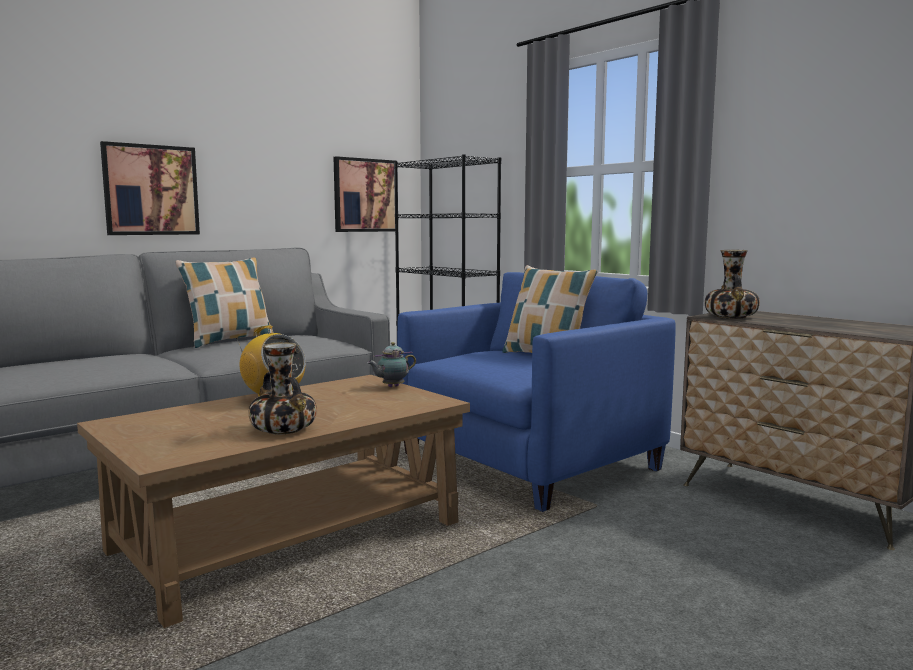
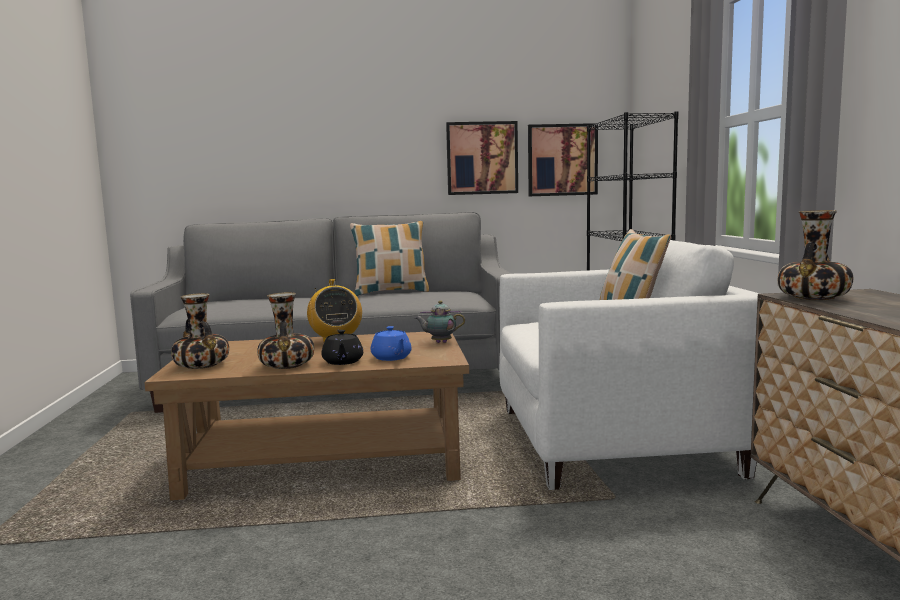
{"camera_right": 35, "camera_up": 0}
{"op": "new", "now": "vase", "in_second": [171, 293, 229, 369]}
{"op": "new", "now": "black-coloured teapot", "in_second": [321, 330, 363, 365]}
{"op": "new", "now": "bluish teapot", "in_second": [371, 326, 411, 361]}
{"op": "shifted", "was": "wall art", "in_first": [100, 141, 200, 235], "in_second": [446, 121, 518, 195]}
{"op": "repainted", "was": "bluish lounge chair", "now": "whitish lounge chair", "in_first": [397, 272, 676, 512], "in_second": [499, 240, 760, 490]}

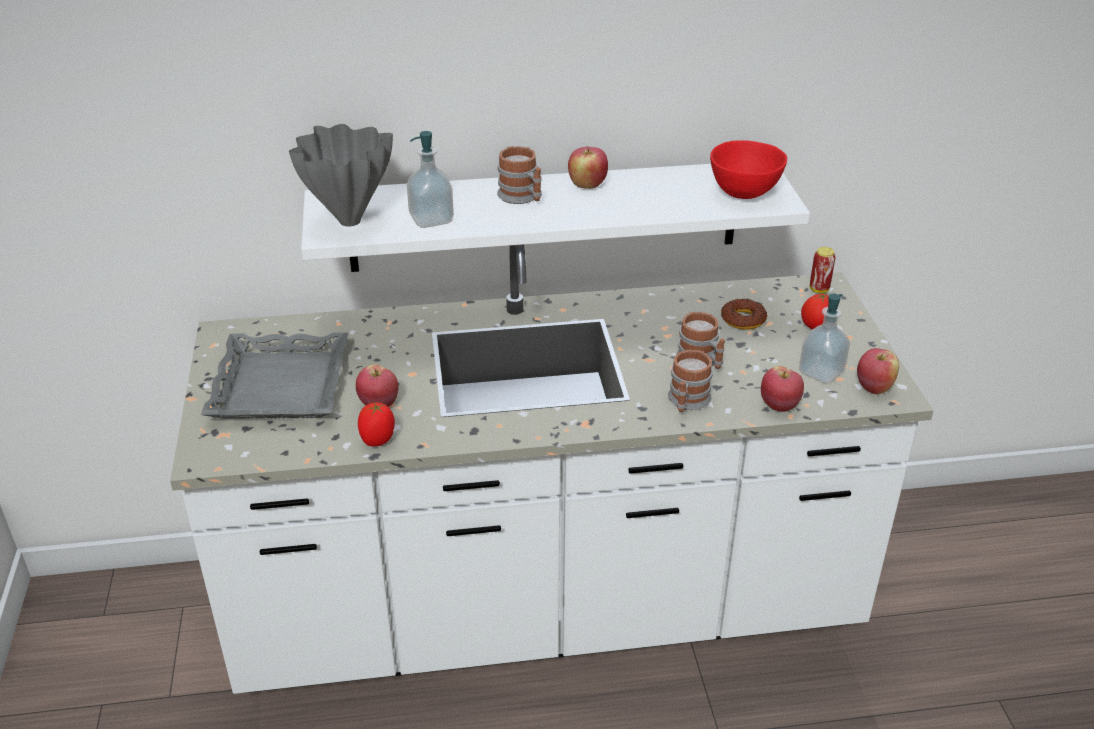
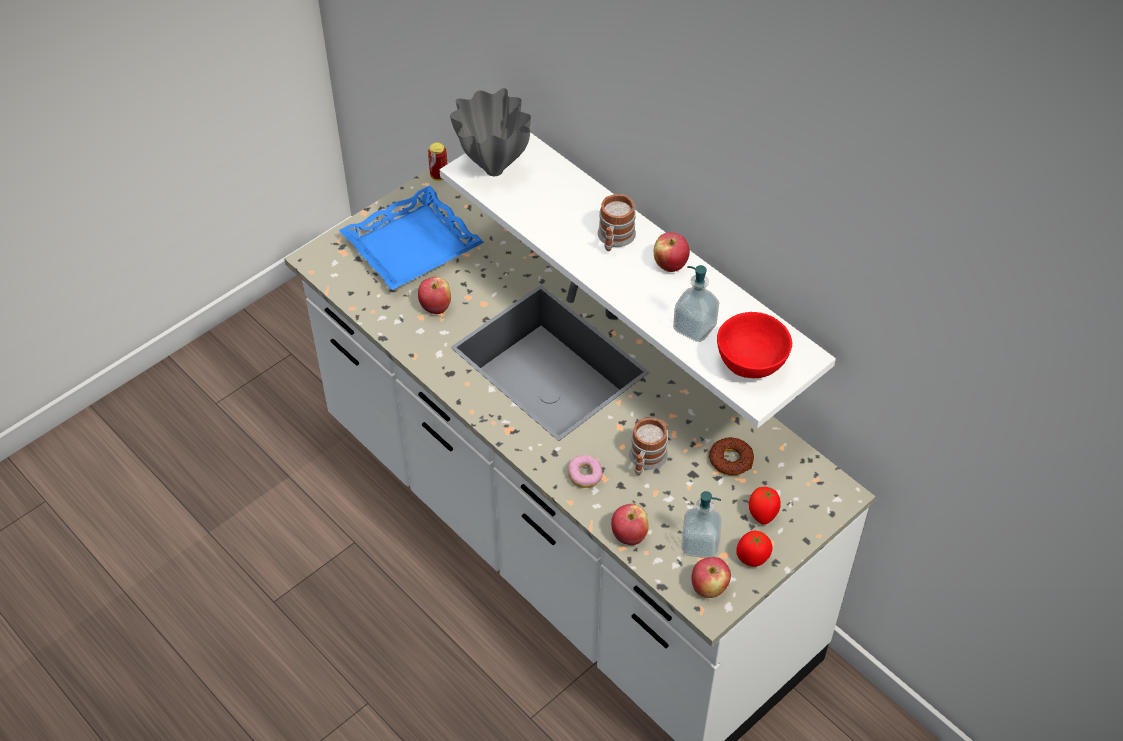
{"camera_right": 55, "camera_up": 15}
{"op": "shifted", "was": "tomato", "in_first": [358, 402, 395, 447], "in_second": [736, 531, 772, 567]}
{"op": "shifted", "was": "soap bottle", "in_first": [407, 131, 454, 228], "in_second": [673, 265, 719, 342]}
{"op": "shifted", "was": "metal can", "in_first": [810, 247, 835, 293], "in_second": [428, 143, 447, 181]}
{"op": "swapped", "was": "mug", "now": "donut", "in_first": [668, 350, 713, 412], "in_second": [568, 455, 603, 488]}
{"op": "repainted", "was": "gray tray", "now": "bluish tray", "in_first": [201, 332, 348, 419], "in_second": [339, 185, 484, 290]}

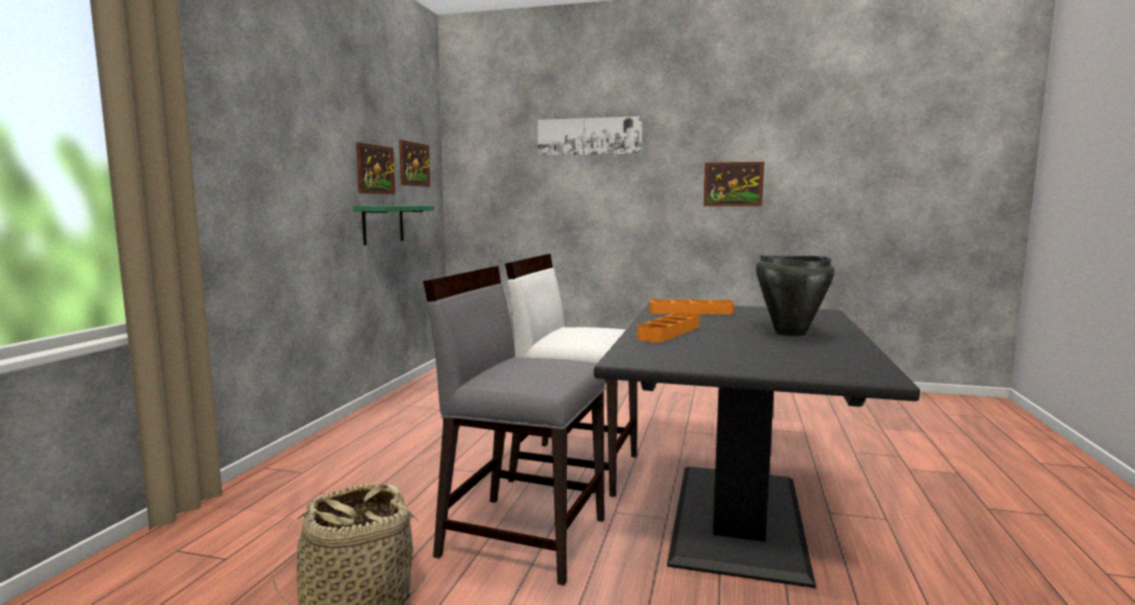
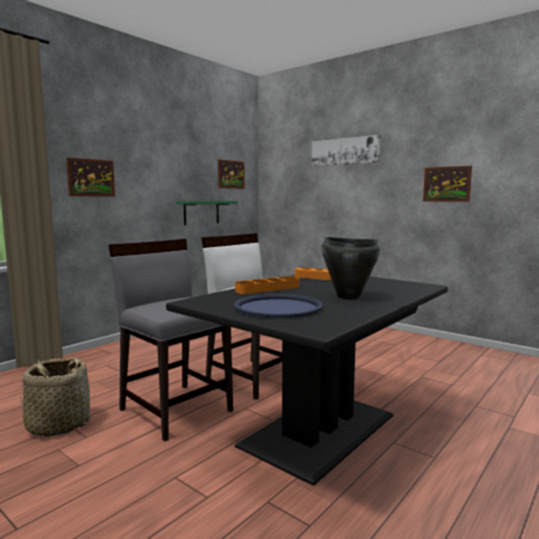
{"camera_right": 25, "camera_up": 0}
{"op": "new", "now": "bluish tray", "in_second": [234, 294, 323, 318]}
{"op": "shifted", "was": "wall art", "in_first": [356, 142, 395, 194], "in_second": [66, 157, 115, 197]}

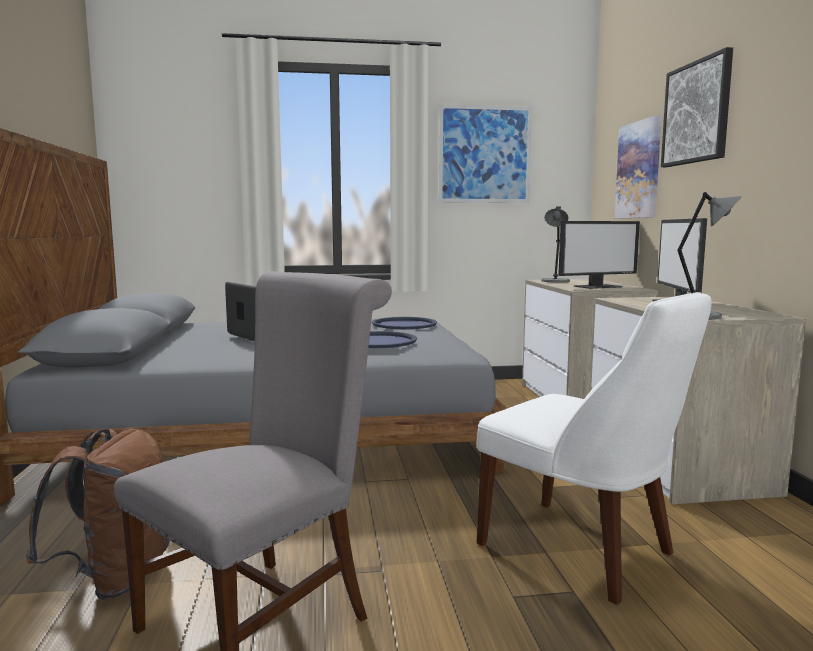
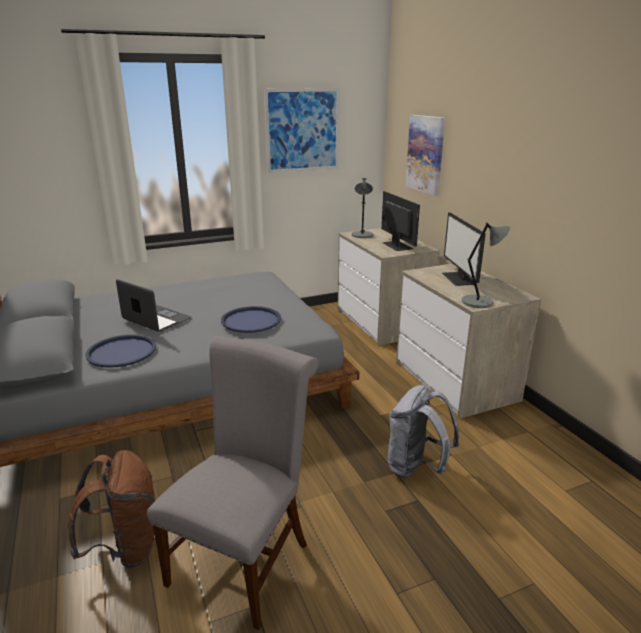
{"camera_right": -15, "camera_up": 15}
{"op": "gone", "was": "wall art", "in_first": [661, 47, 733, 167]}
{"op": "shifted", "was": "bluish tray", "in_first": [372, 317, 437, 329], "in_second": [85, 334, 156, 368]}
{"op": "swapped", "was": "whitish chair", "now": "gray rucksack", "in_first": [477, 292, 712, 605], "in_second": [387, 385, 459, 478]}
{"op": "rotated", "was": "computer screen", "in_first": [558, 221, 640, 289], "in_second": [381, 191, 420, 251], "clockwise": -75}

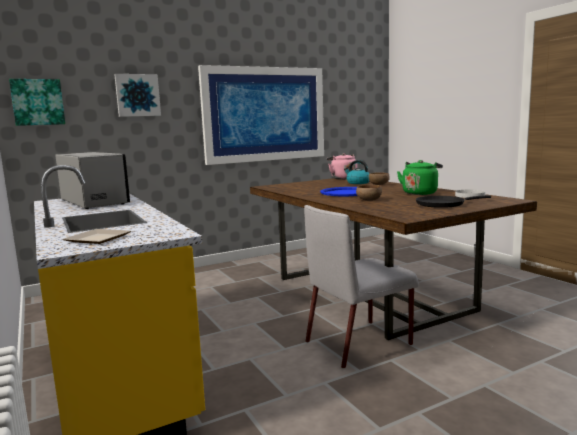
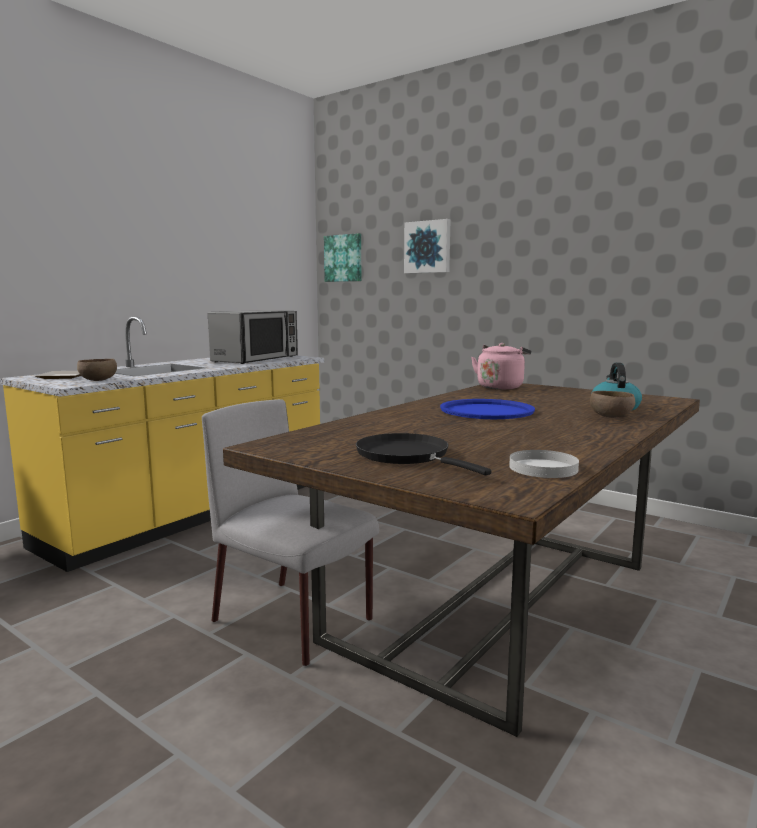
{"camera_right": 65, "camera_up": 0}
{"op": "gone", "was": "wall art", "in_first": [198, 65, 324, 165]}
{"op": "gone", "was": "green water kettle", "in_first": [397, 160, 443, 195]}
{"op": "shifted", "was": "pinkish water kettle", "in_first": [327, 153, 357, 180], "in_second": [471, 343, 531, 389]}
{"op": "shifted", "was": "brown-coloured serving bowl", "in_first": [356, 184, 382, 201], "in_second": [77, 359, 117, 381]}

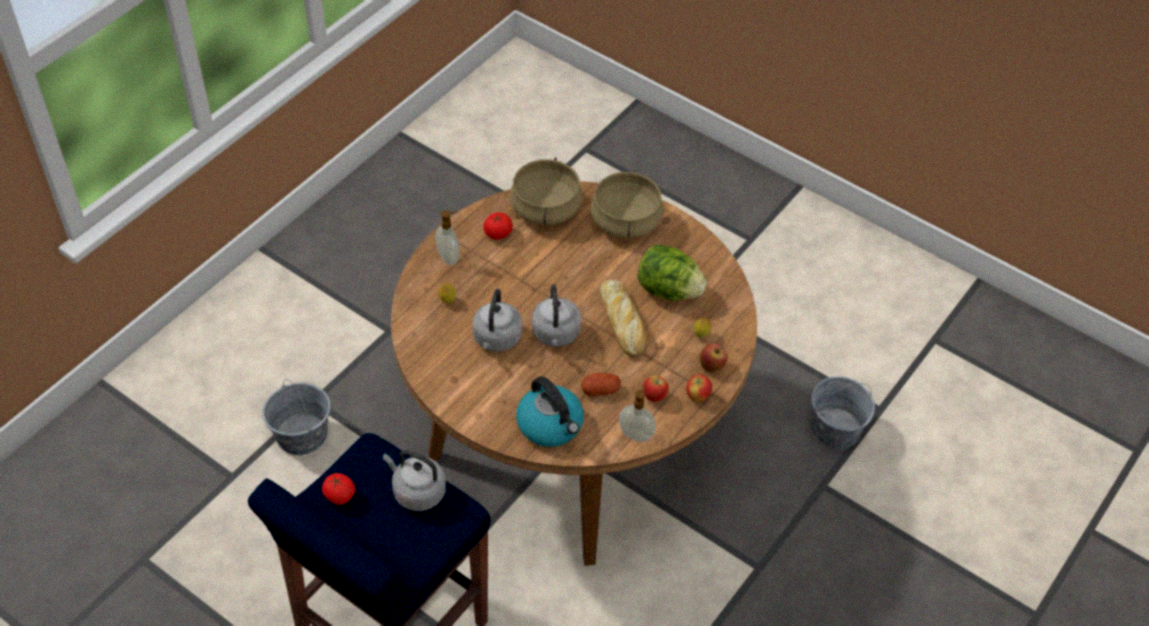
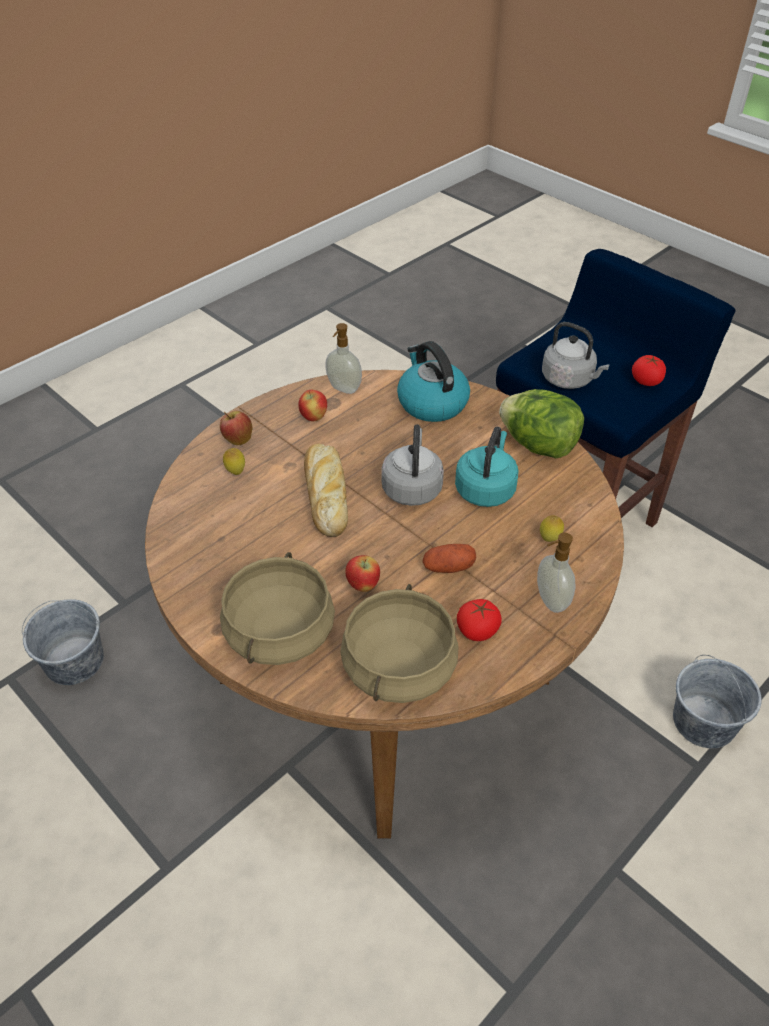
{"camera_right": -170, "camera_up": -5}
{"op": "shifted", "was": "spud", "in_first": [581, 373, 621, 396], "in_second": [423, 544, 476, 573]}
{"op": "shifted", "was": "lettuce", "in_first": [638, 244, 707, 301], "in_second": [499, 389, 584, 458]}
{"op": "shifted", "was": "apple", "in_first": [686, 374, 712, 402], "in_second": [345, 555, 380, 592]}
{"op": "repainted", "was": "gray water kettle", "now": "blue-green water kettle", "in_first": [473, 289, 522, 352], "in_second": [455, 427, 518, 507]}

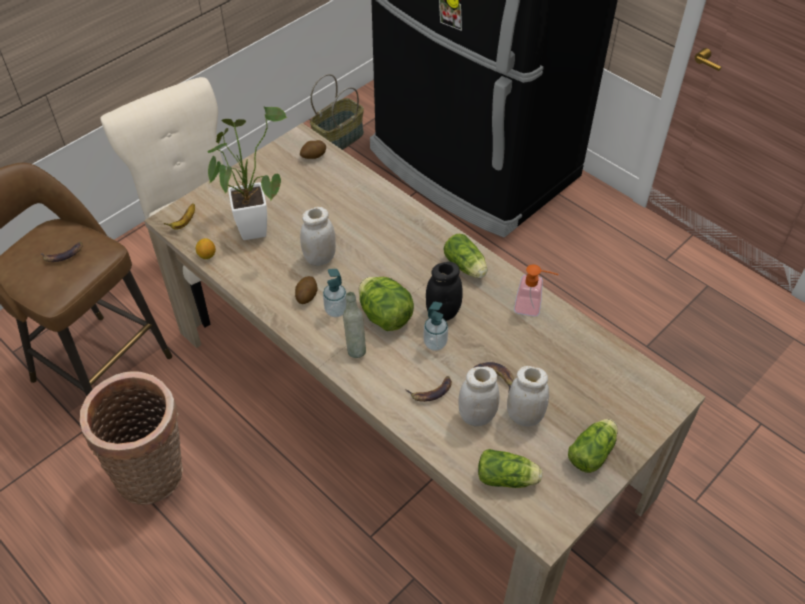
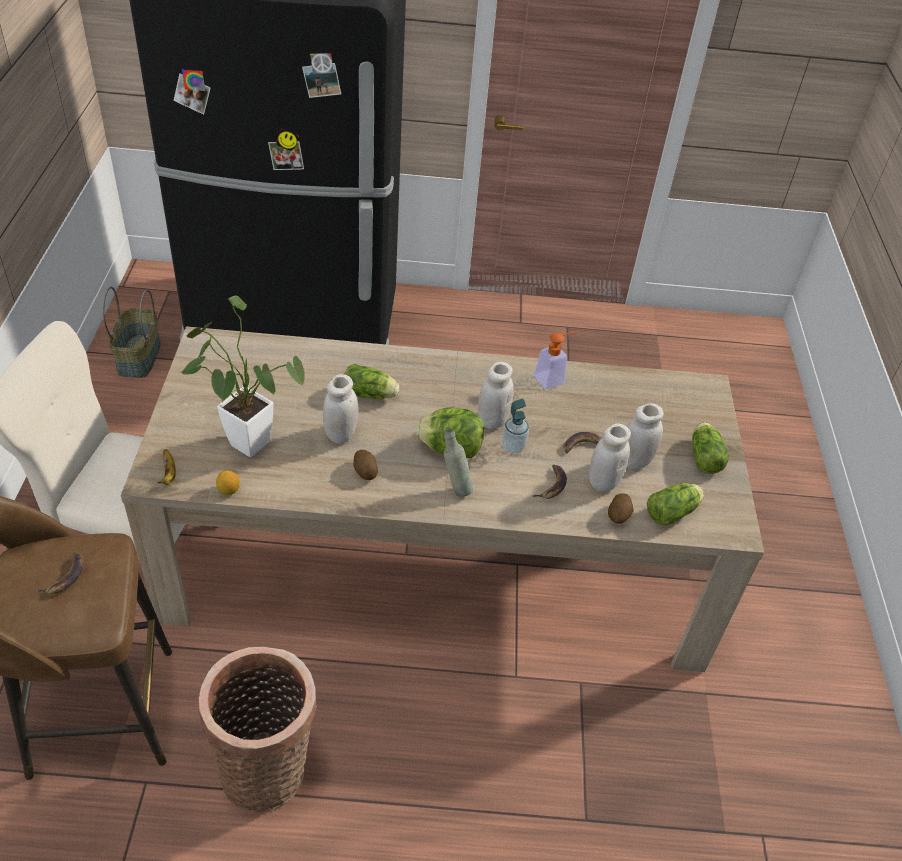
{"camera_right": -45, "camera_up": -5}
{"op": "gone", "was": "soap bottle", "in_first": [323, 269, 346, 317]}
{"op": "shifted", "was": "spud", "in_first": [300, 140, 326, 159], "in_second": [608, 493, 633, 524]}
{"op": "shifted", "was": "lettuce", "in_first": [444, 234, 487, 278], "in_second": [344, 364, 399, 399]}
{"op": "repainted", "was": "black-coloured storage jar", "now": "whitish storage jar", "in_first": [426, 262, 463, 321], "in_second": [478, 362, 514, 429]}

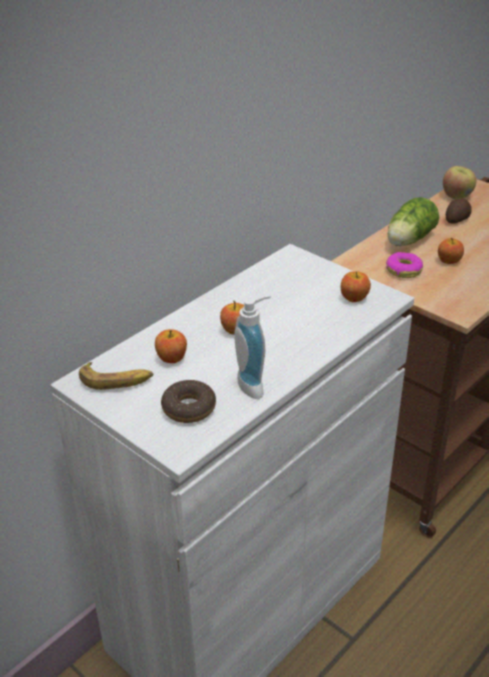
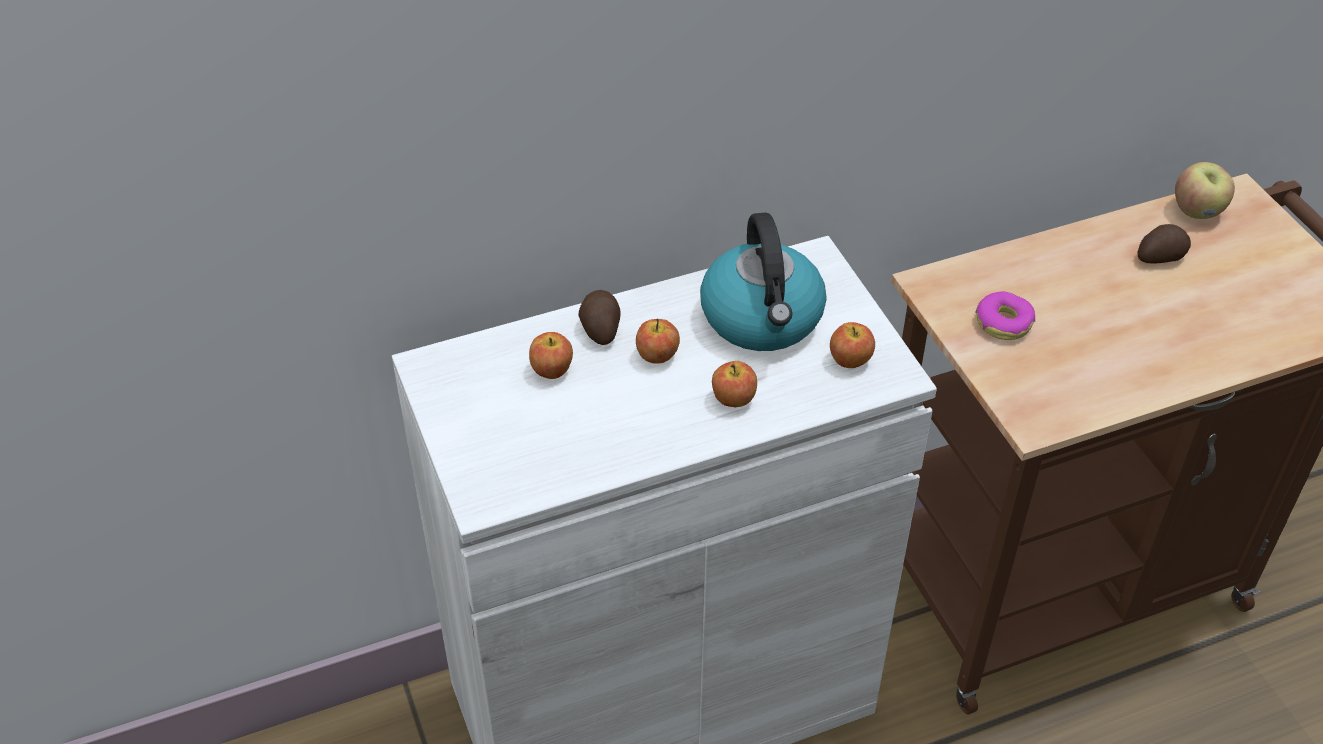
{"camera_right": 25, "camera_up": 10}
{"op": "gone", "was": "whole banana", "in_first": [79, 362, 153, 390]}
{"op": "gone", "was": "donut", "in_first": [161, 380, 216, 423]}
{"op": "gone", "was": "soap bottle", "in_first": [234, 295, 271, 399]}
{"op": "gone", "was": "lettuce", "in_first": [388, 197, 439, 246]}
{"op": "new", "now": "spud", "in_second": [579, 290, 620, 345]}
{"op": "new", "now": "water kettle", "in_second": [700, 212, 827, 351]}
{"op": "shifted", "was": "apple", "in_first": [438, 237, 464, 264], "in_second": [712, 361, 757, 407]}

